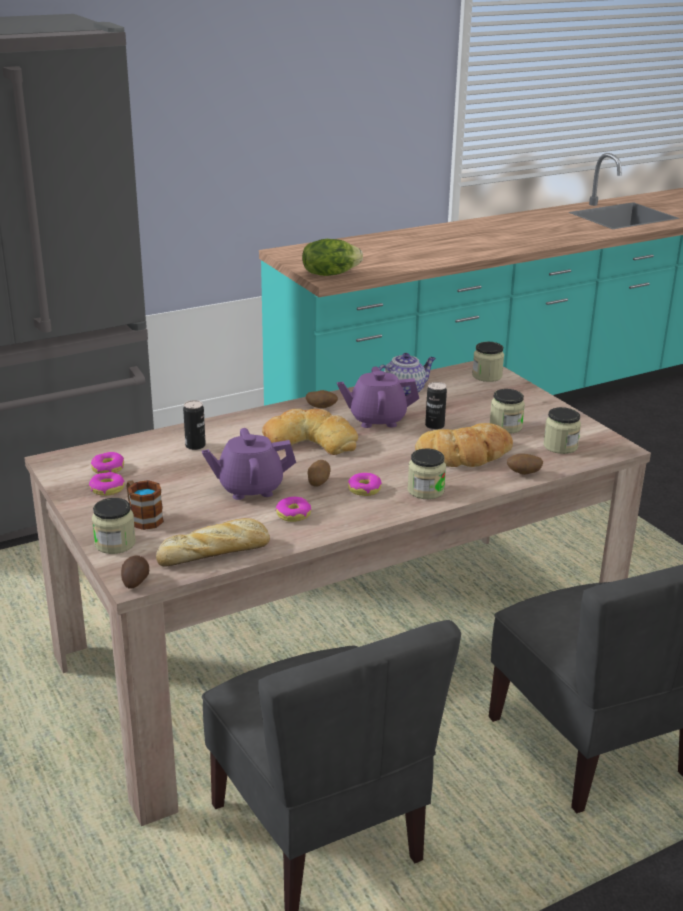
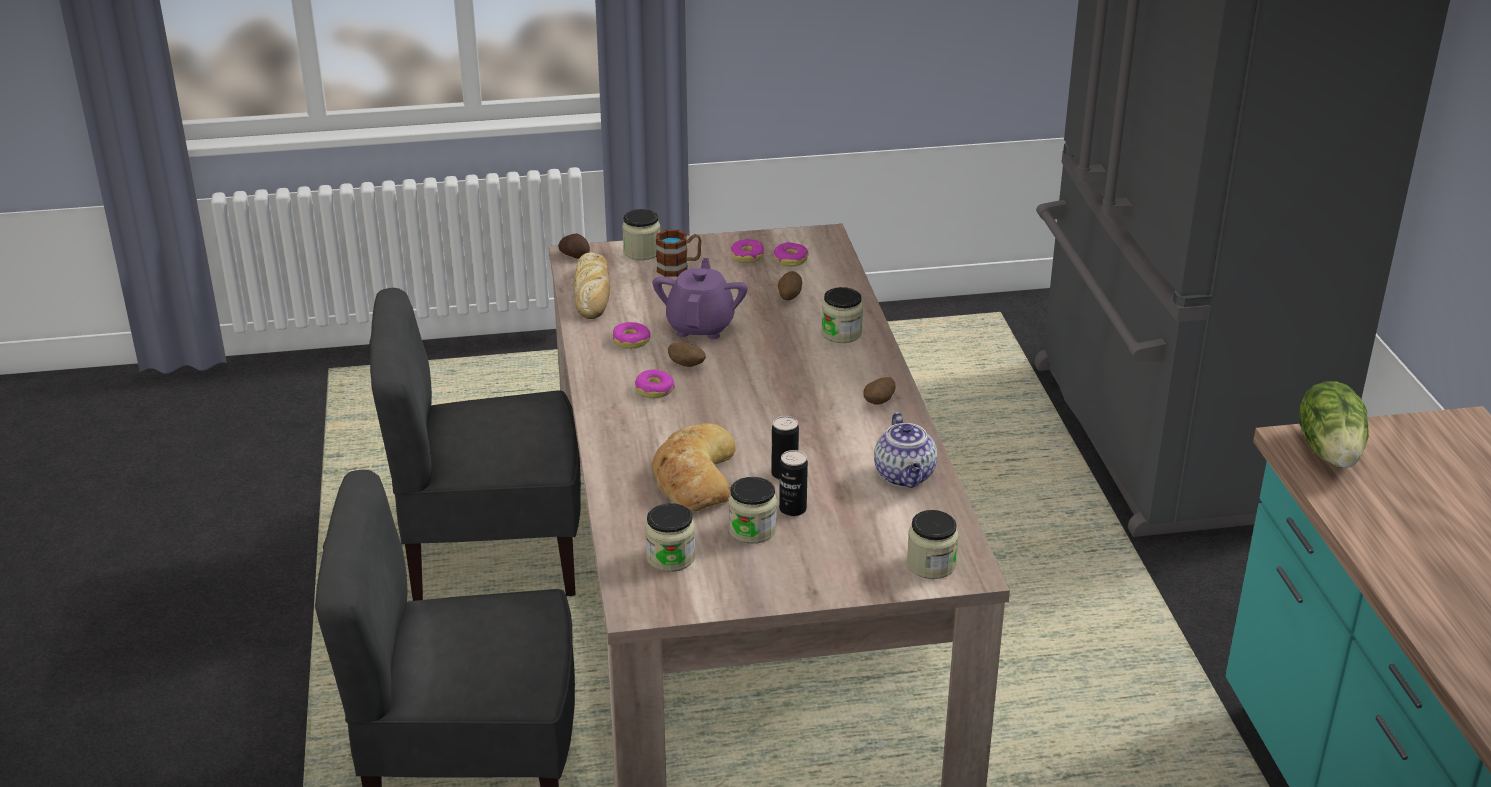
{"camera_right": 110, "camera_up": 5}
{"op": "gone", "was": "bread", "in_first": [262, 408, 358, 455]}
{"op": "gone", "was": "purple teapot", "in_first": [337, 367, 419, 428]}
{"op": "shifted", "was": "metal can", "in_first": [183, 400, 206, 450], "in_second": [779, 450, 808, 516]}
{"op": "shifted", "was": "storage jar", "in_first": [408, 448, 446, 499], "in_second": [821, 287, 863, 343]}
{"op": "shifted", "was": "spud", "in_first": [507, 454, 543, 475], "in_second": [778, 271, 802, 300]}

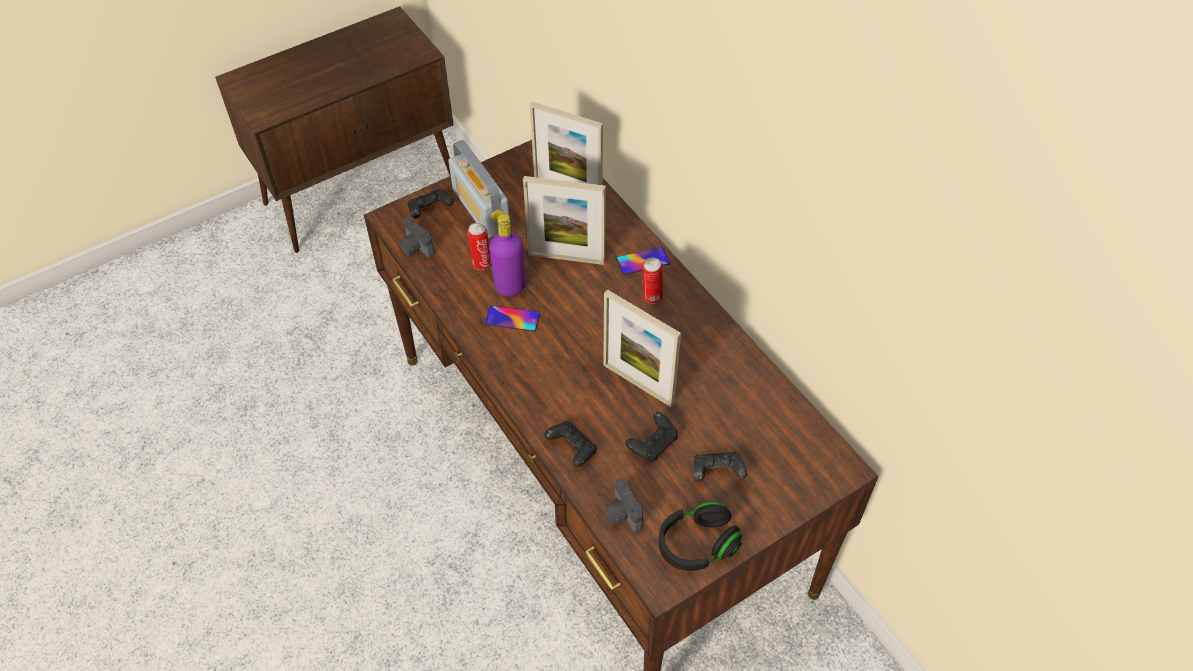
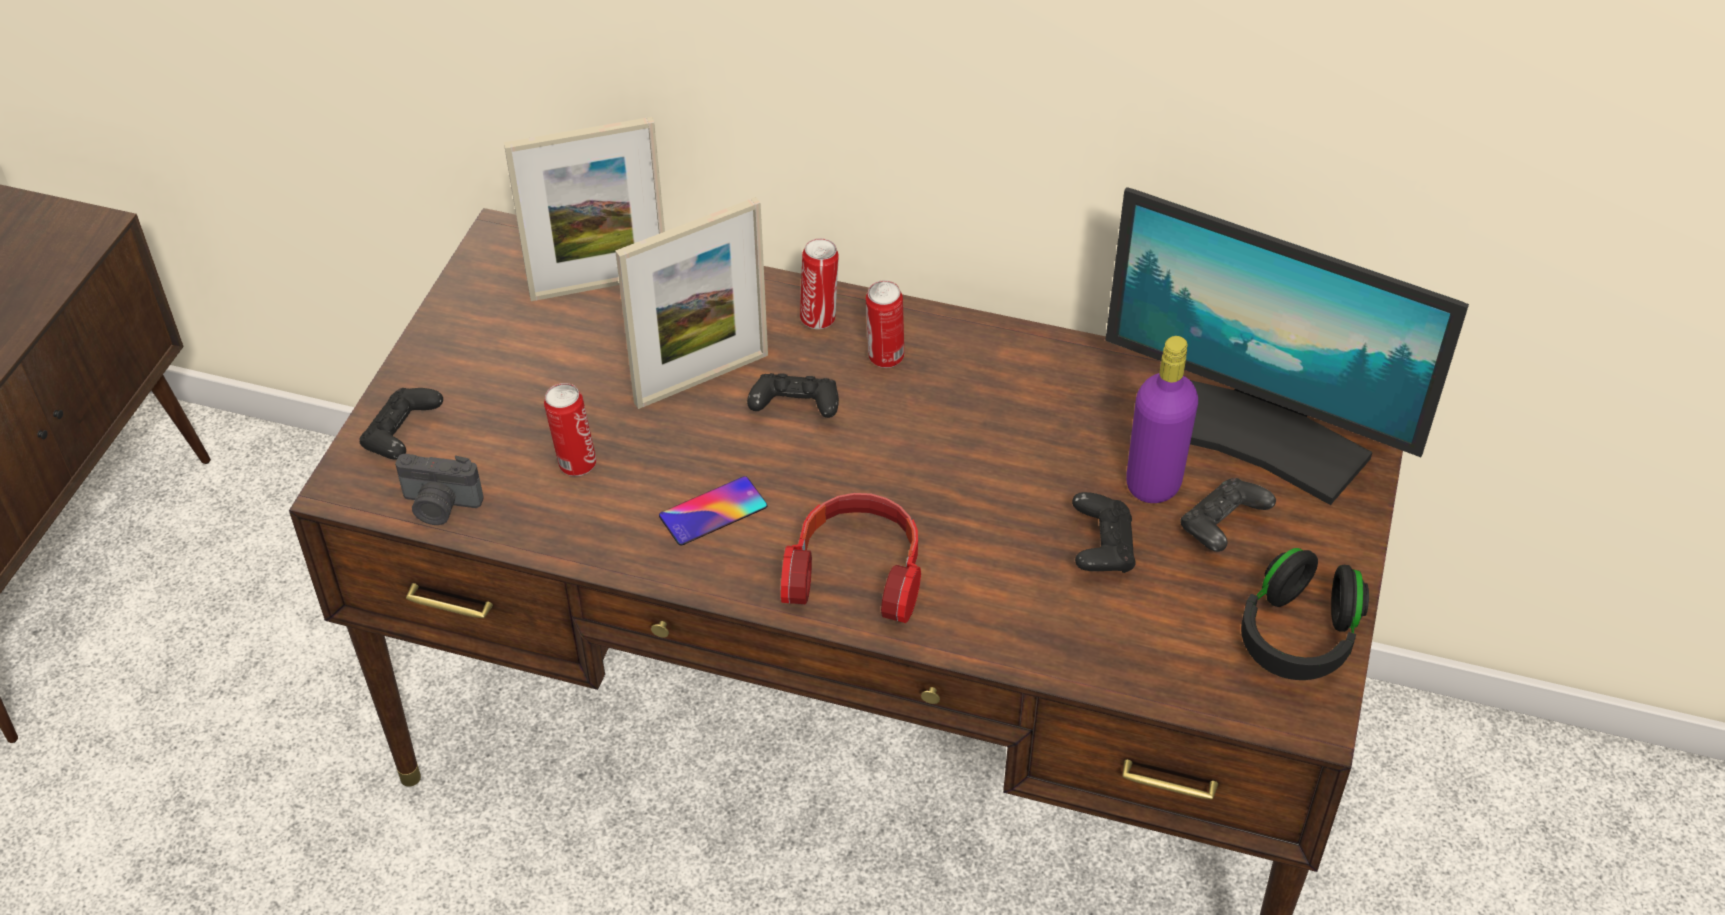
{"camera_right": -40, "camera_up": -5}
{"op": "gone", "was": "radio set", "in_first": [449, 140, 509, 238]}
{"op": "gone", "was": "standing frame", "in_first": [603, 290, 681, 407]}
{"op": "gone", "was": "still camera", "in_first": [604, 478, 643, 532]}
{"op": "new", "now": "headset", "in_second": [781, 493, 921, 623]}
{"op": "new", "now": "computer screen", "in_second": [1105, 187, 1469, 505]}
{"op": "shifted", "was": "purple beverage bottle", "in_first": [489, 214, 526, 296], "in_second": [1126, 336, 1198, 503]}
{"op": "shifted", "was": "black-coloured game controller", "in_first": [544, 421, 597, 467], "in_second": [747, 373, 839, 418]}
{"op": "swapped", "was": "telephone", "now": "metal can", "in_first": [616, 247, 670, 275], "in_second": [800, 238, 839, 329]}

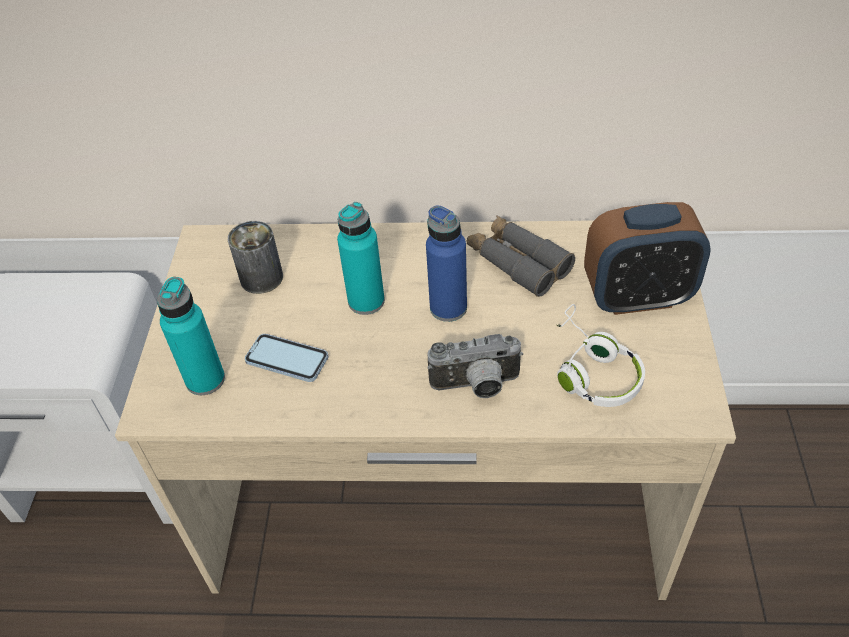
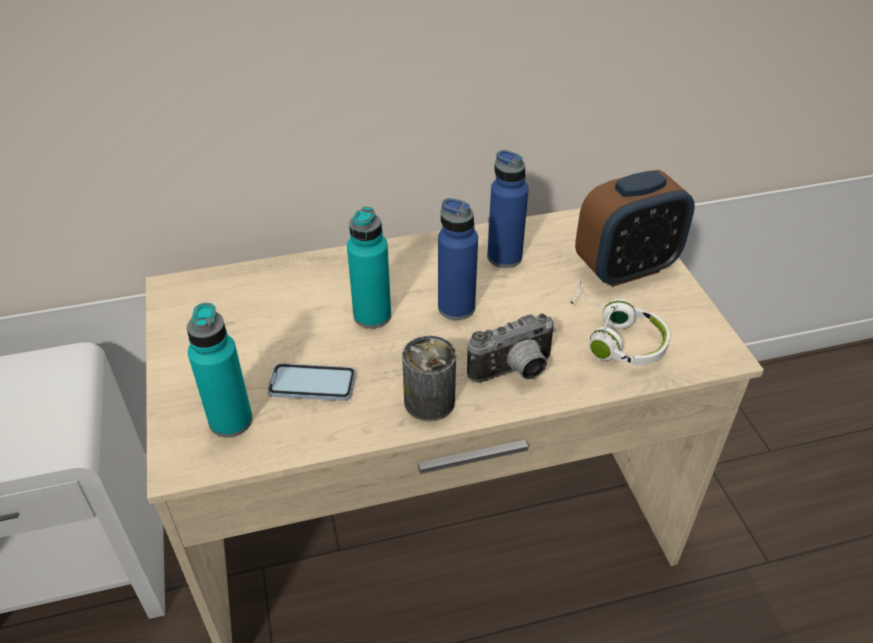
{"camera_right": -20, "camera_up": -5}
{"op": "shifted", "was": "metal can", "in_first": [228, 221, 283, 294], "in_second": [402, 335, 456, 422]}
{"op": "swapped", "was": "gray pair of binoculars", "now": "bluish beverage bottle", "in_first": [467, 215, 575, 297], "in_second": [487, 150, 529, 268]}

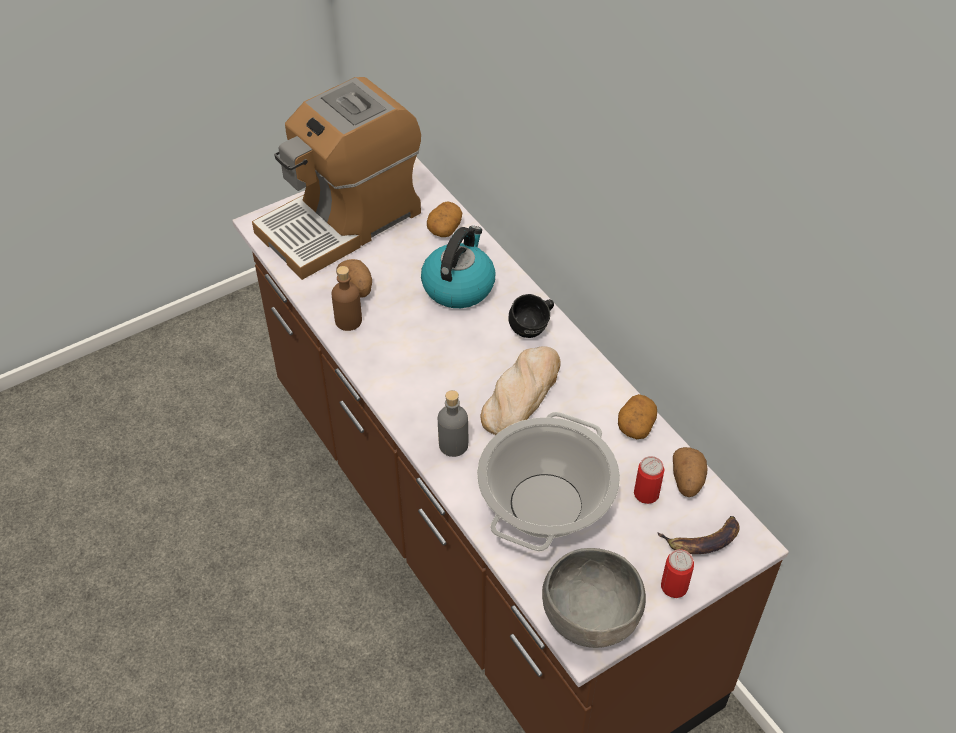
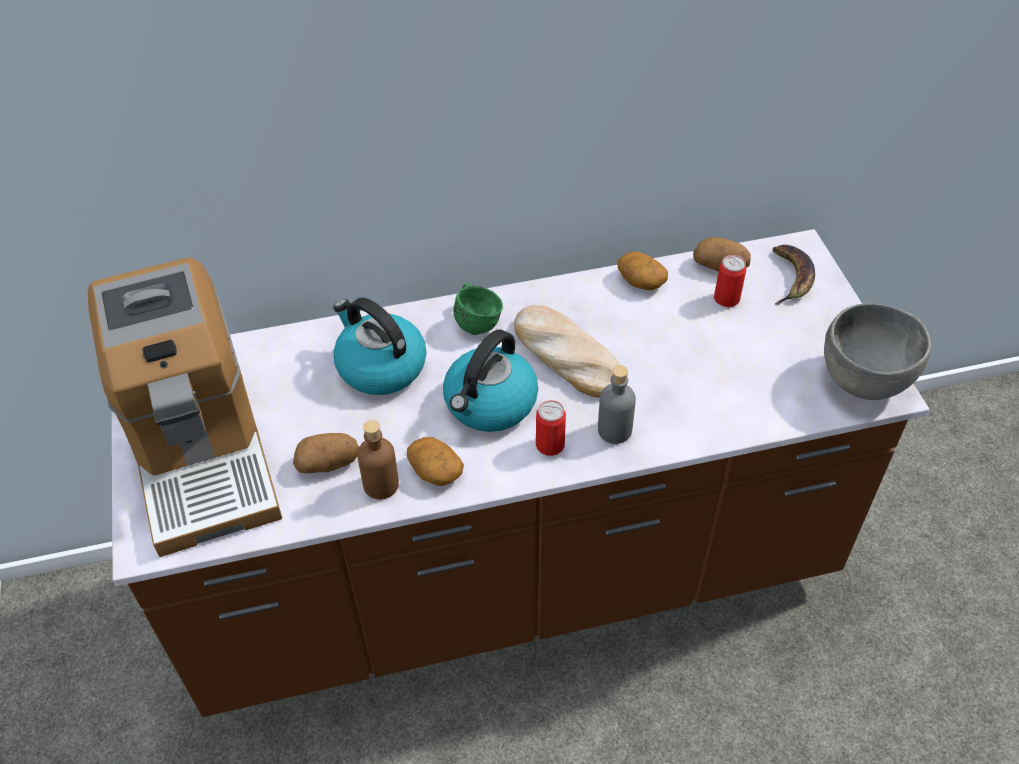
{"camera_right": -70, "camera_up": 0}
{"op": "gone", "was": "saucepot", "in_first": [477, 412, 620, 551]}
{"op": "new", "now": "water kettle", "in_second": [443, 329, 538, 432]}
{"op": "shifted", "was": "spud", "in_first": [427, 201, 462, 237], "in_second": [407, 437, 464, 486]}
{"op": "shifted", "was": "metal can", "in_first": [661, 549, 694, 598], "in_second": [536, 400, 566, 456]}
{"op": "repainted", "was": "black-coloured mug", "now": "green mug", "in_first": [508, 294, 554, 338], "in_second": [453, 283, 503, 335]}

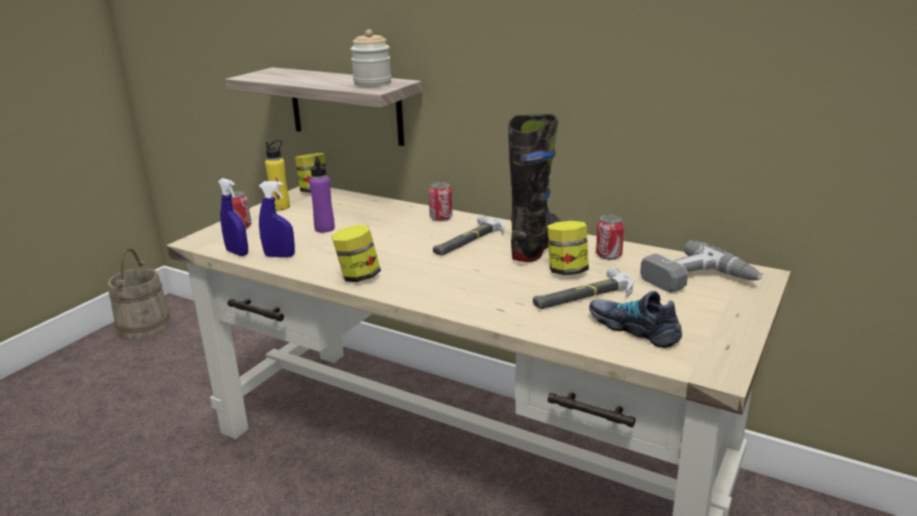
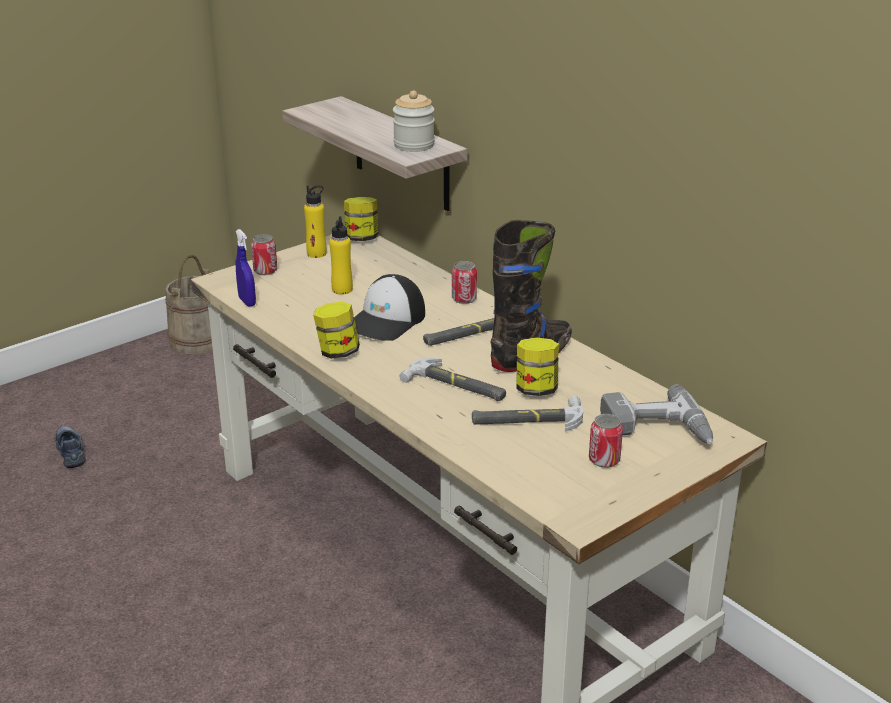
{"camera_right": 20, "camera_up": 5}
{"op": "gone", "was": "bluish sprayer", "in_first": [259, 181, 295, 258]}
{"op": "new", "now": "cap", "in_second": [354, 274, 425, 341]}
{"op": "new", "now": "hand hammer", "in_second": [400, 358, 506, 402]}
{"op": "shifted", "was": "low shoe", "in_first": [589, 291, 682, 348], "in_second": [55, 426, 86, 468]}
{"op": "shifted", "was": "metal can", "in_first": [596, 215, 625, 260], "in_second": [589, 414, 623, 468]}
{"op": "repainted", "was": "purple beverage bottle", "now": "yellow-coloured beverage bottle", "in_first": [309, 156, 335, 233], "in_second": [329, 216, 353, 294]}

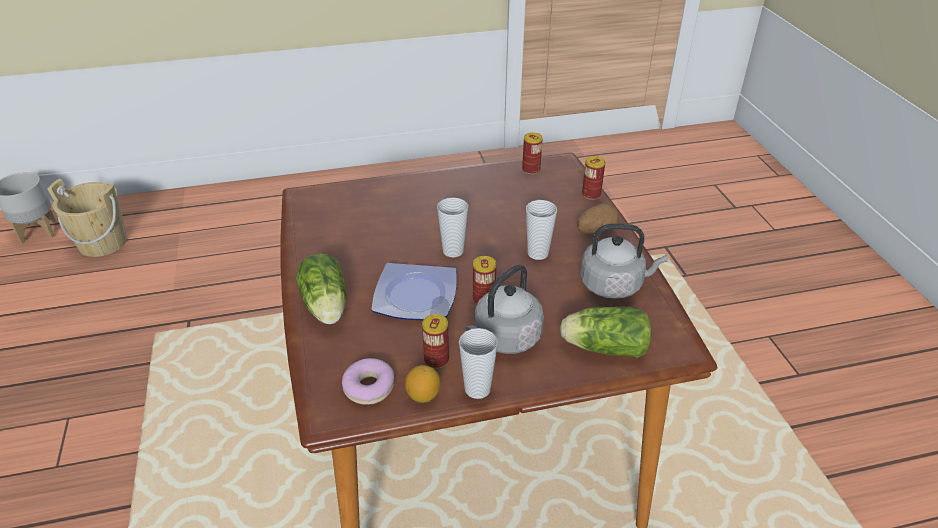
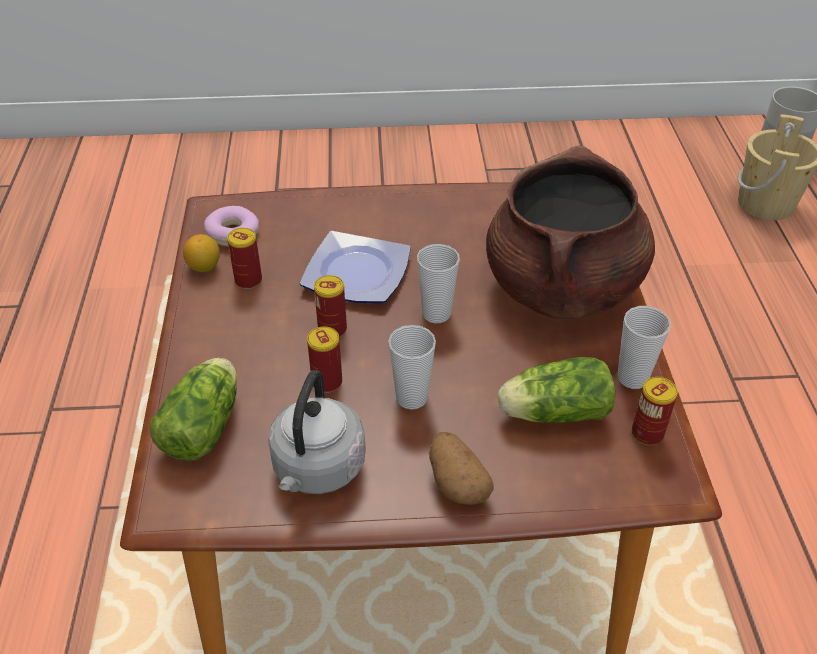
{"camera_right": 100, "camera_up": 5}
{"op": "gone", "was": "gray water kettle", "in_first": [465, 265, 544, 354]}
{"op": "new", "now": "brown-coloured saucepot", "in_second": [486, 145, 655, 319]}
{"op": "shifted", "was": "lettuce", "in_first": [296, 253, 347, 324], "in_second": [498, 357, 615, 423]}
{"op": "shifted", "was": "drinking cup", "in_first": [459, 328, 498, 399], "in_second": [617, 306, 671, 389]}
{"op": "shifted", "was": "metal can", "in_first": [582, 156, 605, 200], "in_second": [307, 326, 342, 393]}

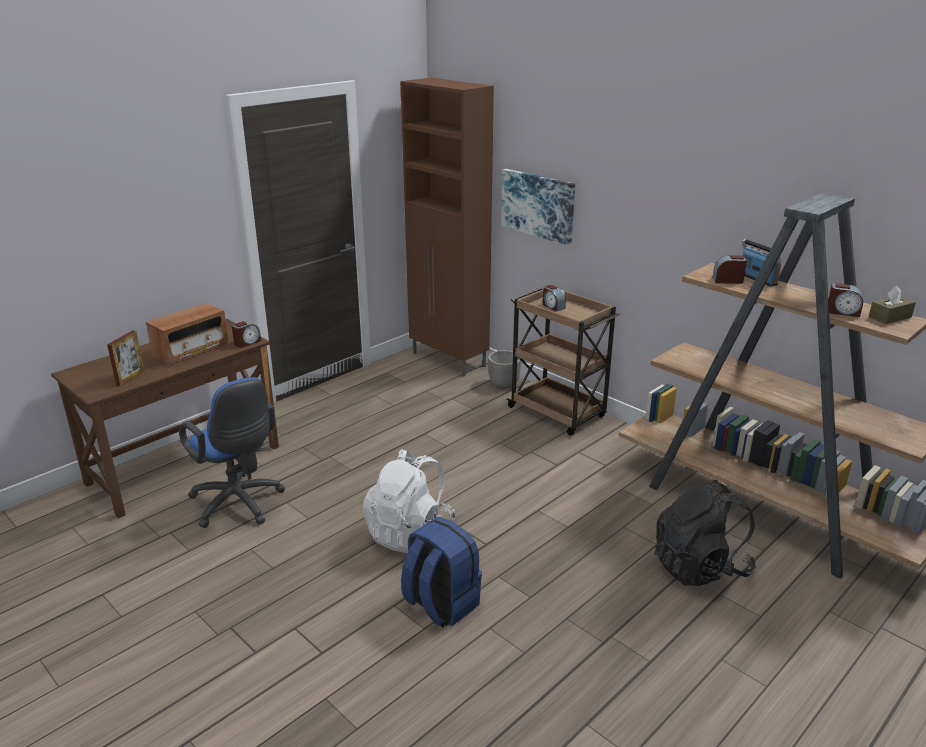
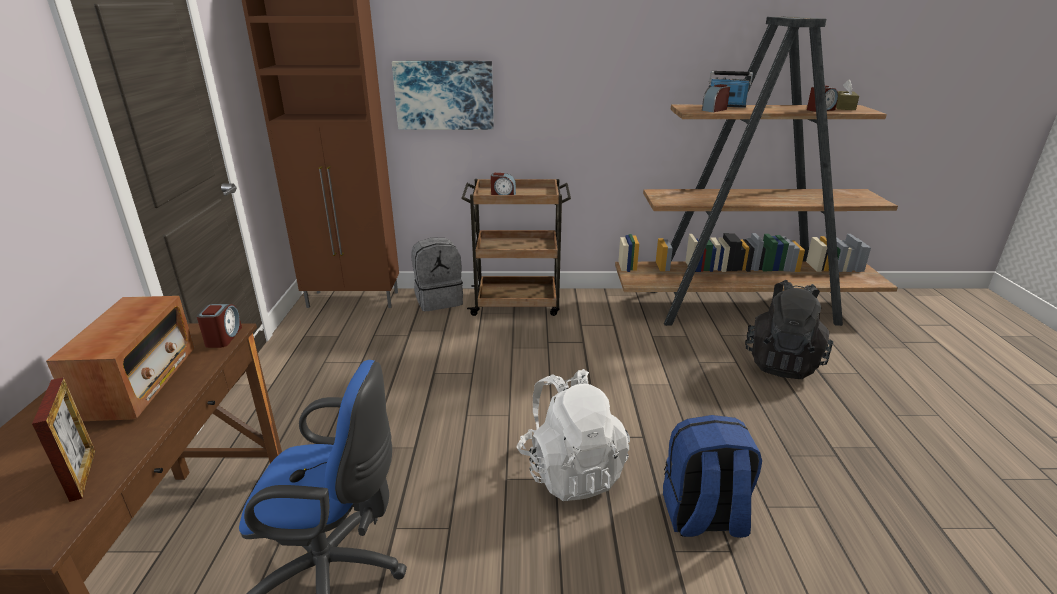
{"camera_right": -45, "camera_up": 0}
{"op": "swapped", "was": "flower pot", "now": "gray rucksack", "in_first": [488, 350, 522, 389], "in_second": [411, 237, 463, 311]}

